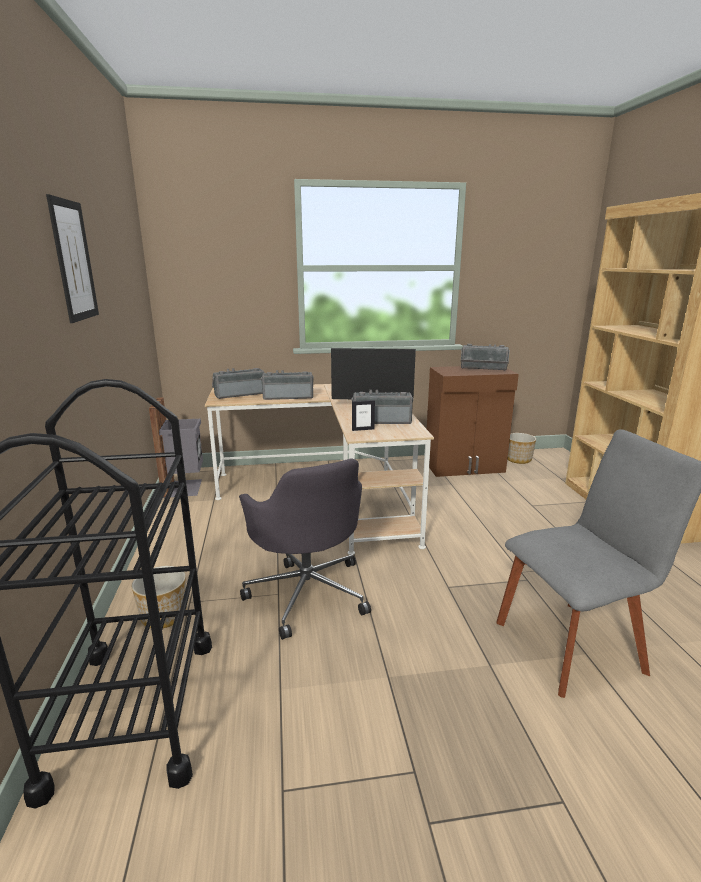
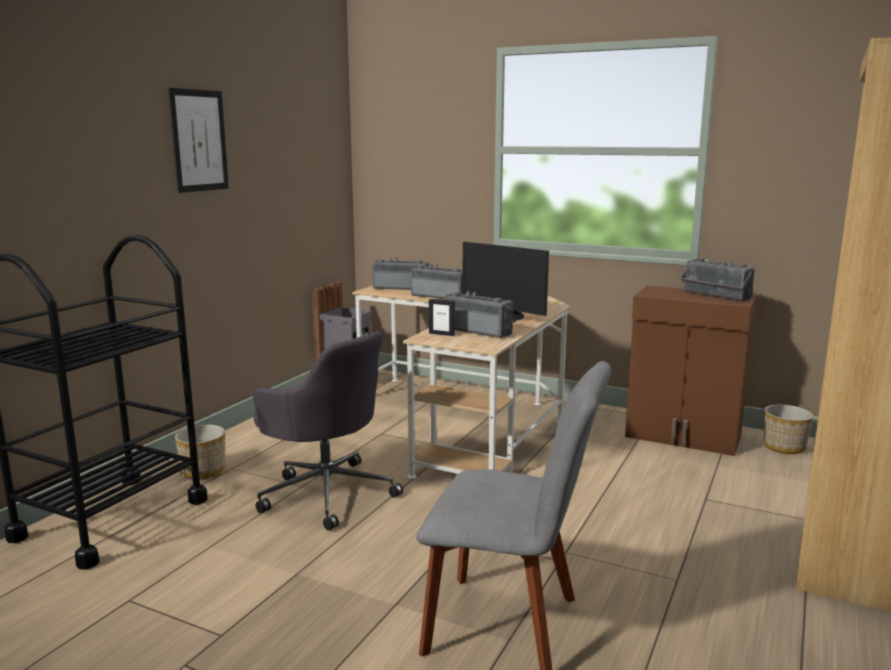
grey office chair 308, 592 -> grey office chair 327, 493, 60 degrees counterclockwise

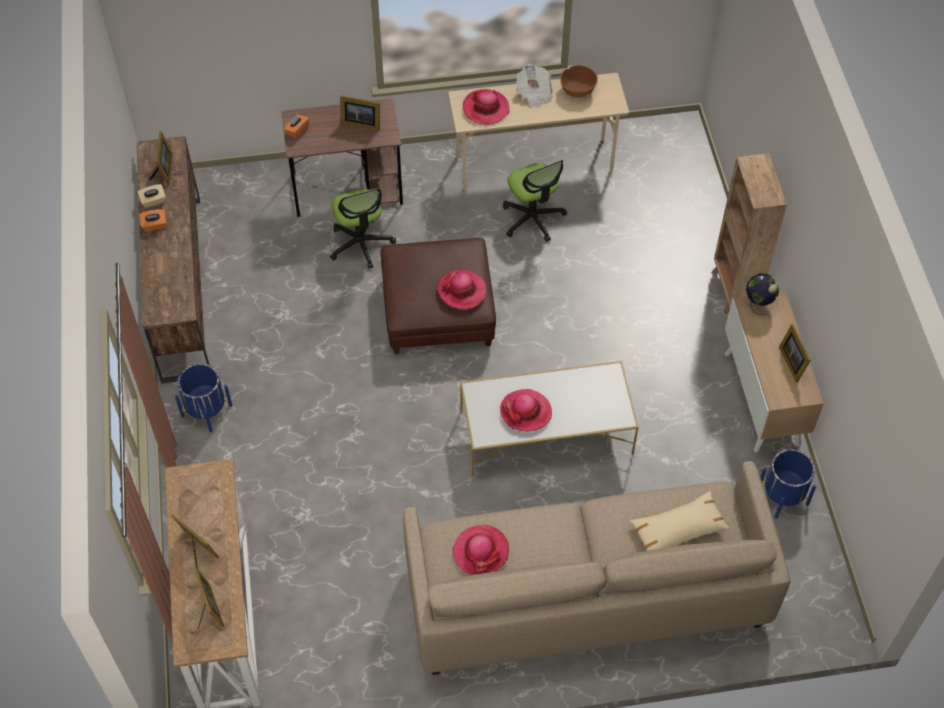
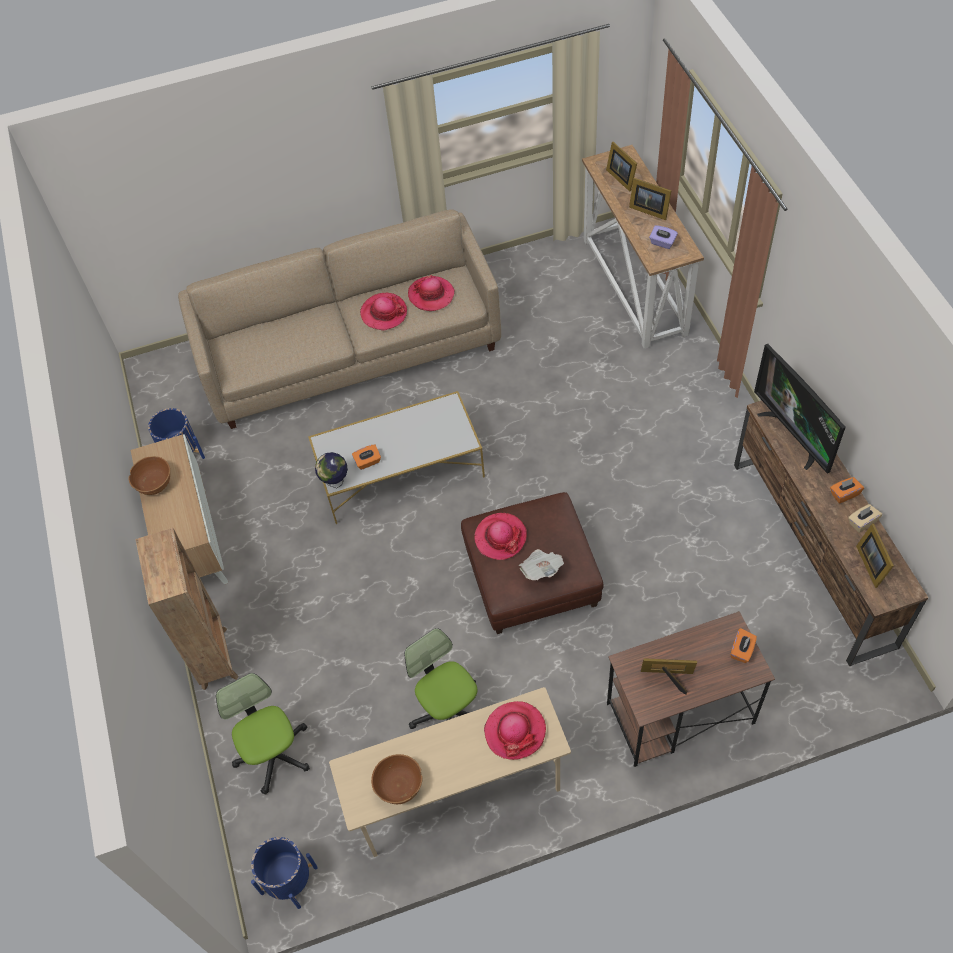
beige pillow 678, 529 -> none
none -> orange tissue box 368, 462
none -> purple tissue box 662, 243
none -> television 793, 435
blue planter 206, 410 -> blue planter 289, 880, moved
office chair 361, 244 -> office chair 274, 754, moved
hat 525, 412 -> hat 384, 313, moved
newspaper 534, 94 -> newspaper 541, 569, moved
globe 758, 304 -> globe 335, 482, moved
picture frame 793, 362 -> brown bowl 154, 484

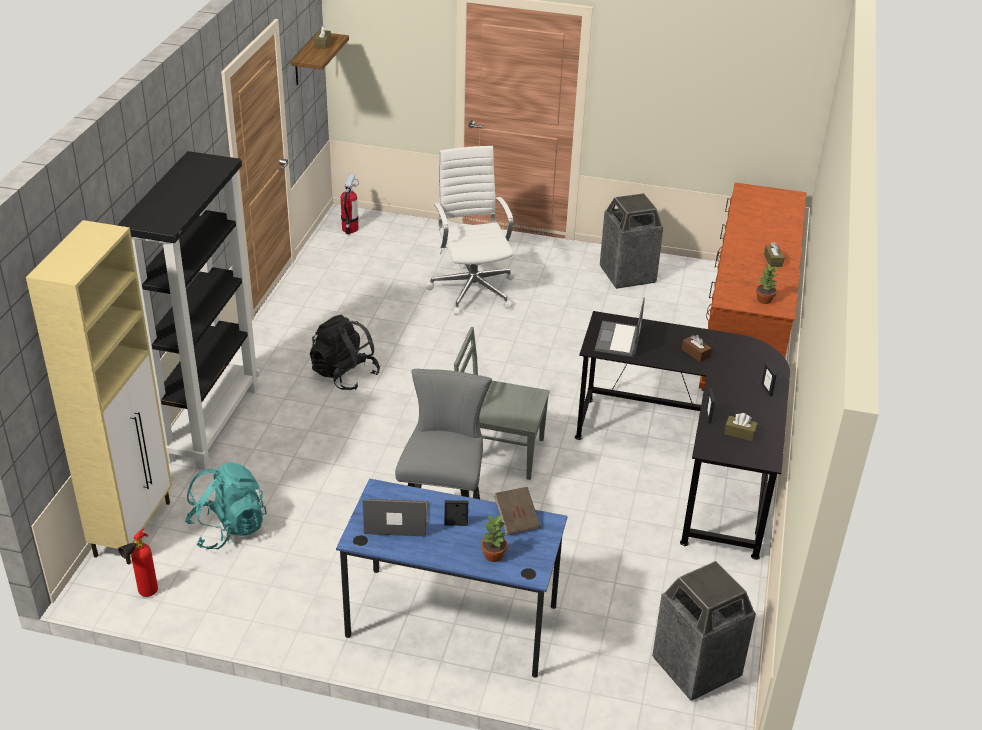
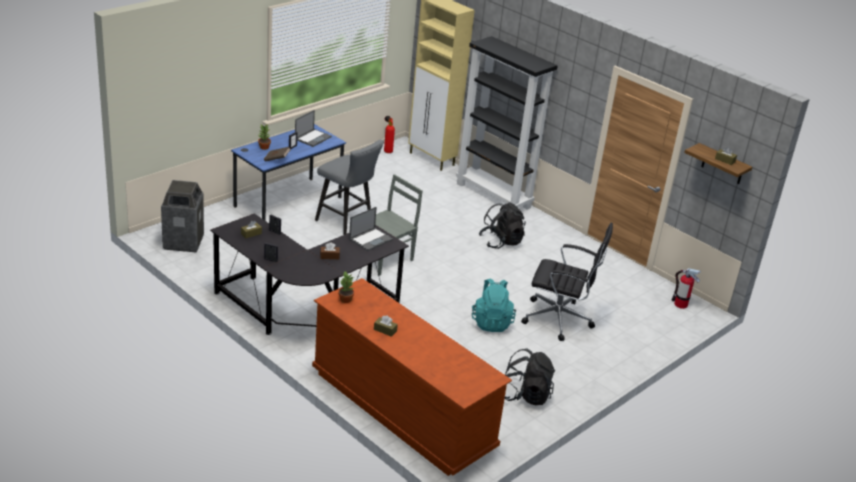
turquoise backpack 228, 528 -> turquoise backpack 491, 322, moved
trash can 627, 275 -> black backpack 525, 395
white office chair 472, 289 -> black office chair 559, 319
laptop 618, 340 -> laptop 371, 239, 90 degrees clockwise

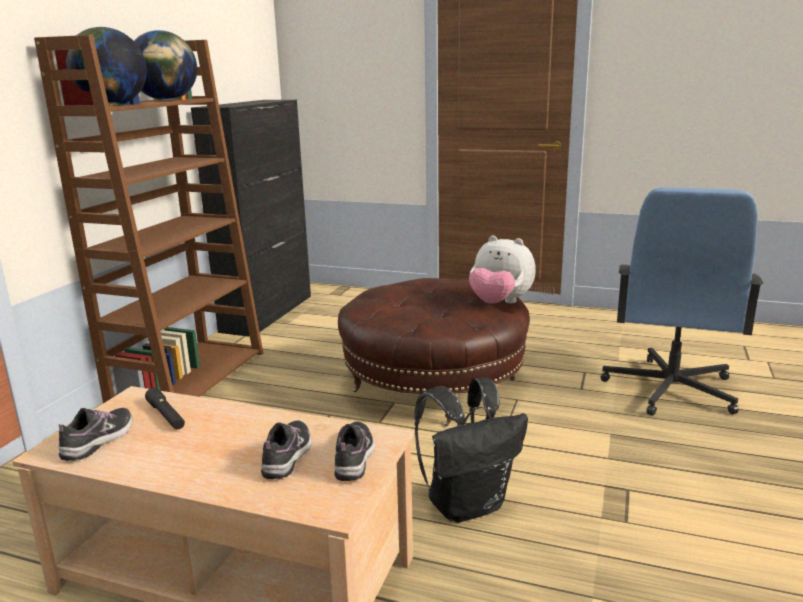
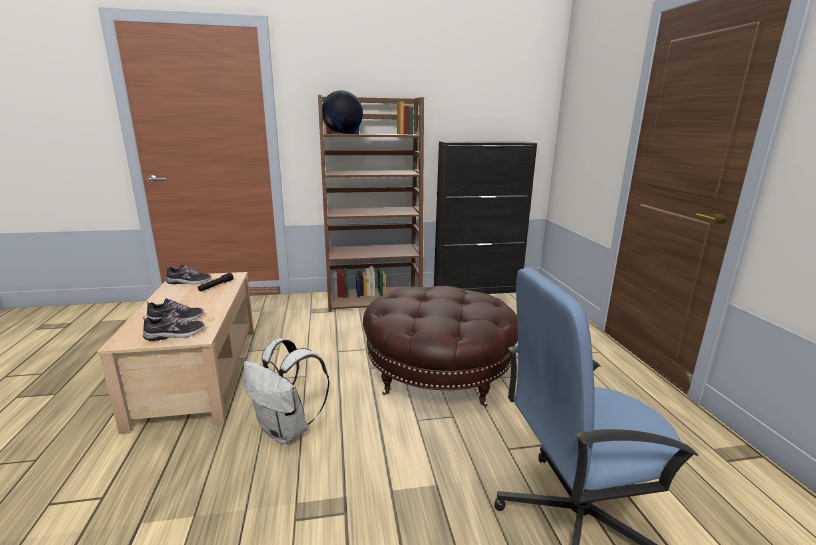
globe 167, 100 -> none
plush toy 500, 303 -> none
black backpack 467, 504 -> white backpack 287, 430

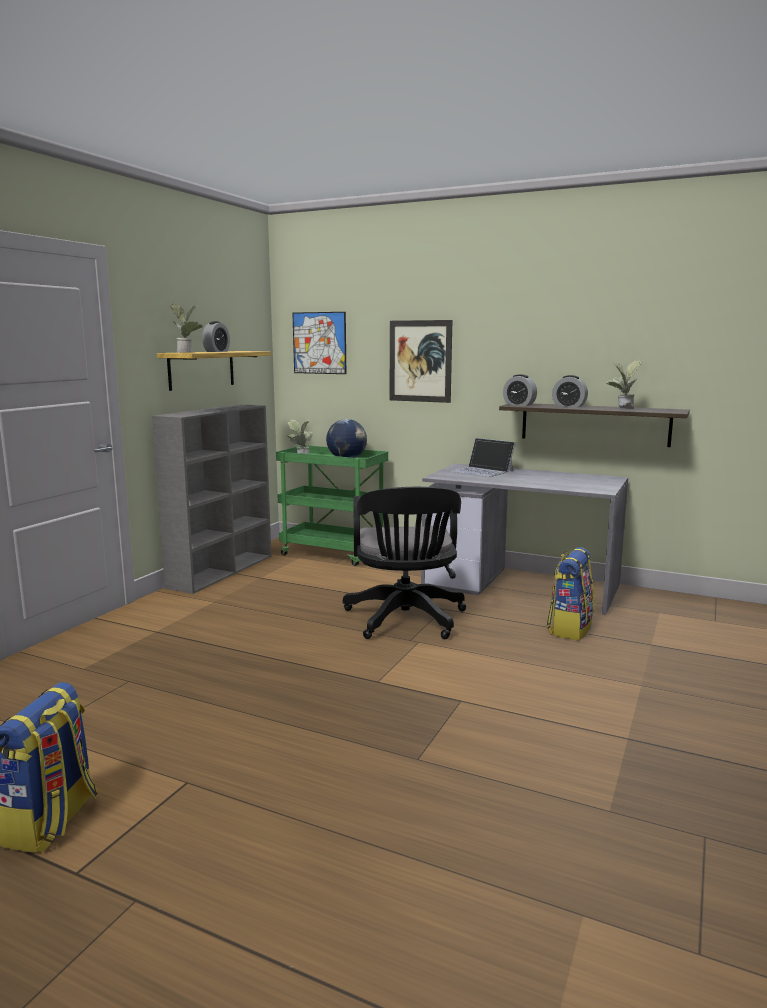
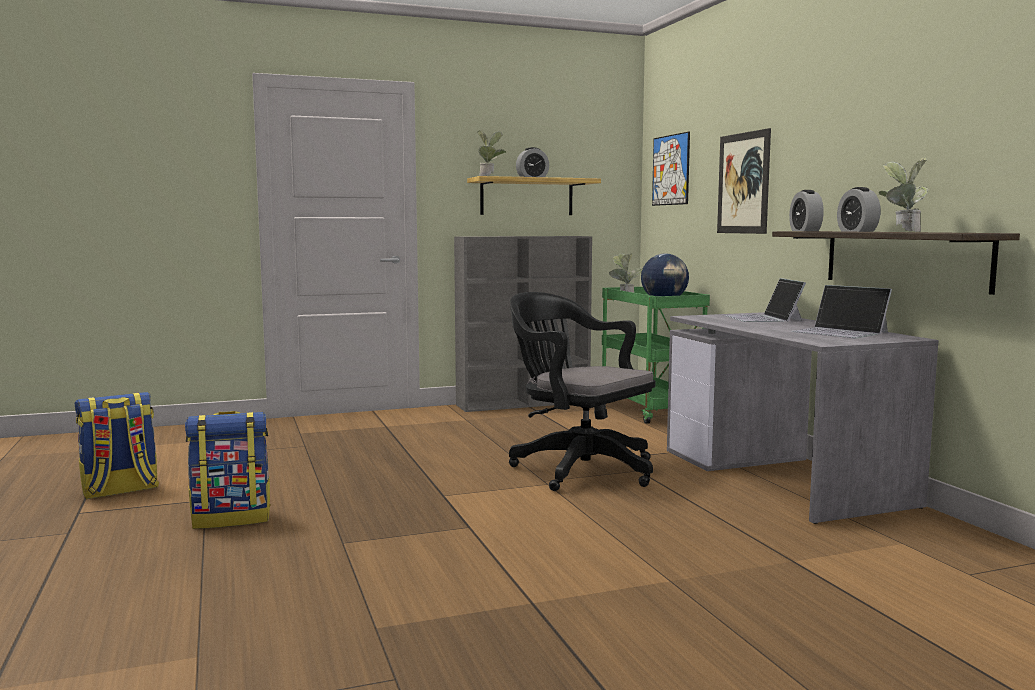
none -> laptop 840, 332
backpack 569, 628 -> backpack 232, 518, moved
black office chair 406, 621 -> black office chair 578, 468, 90 degrees clockwise

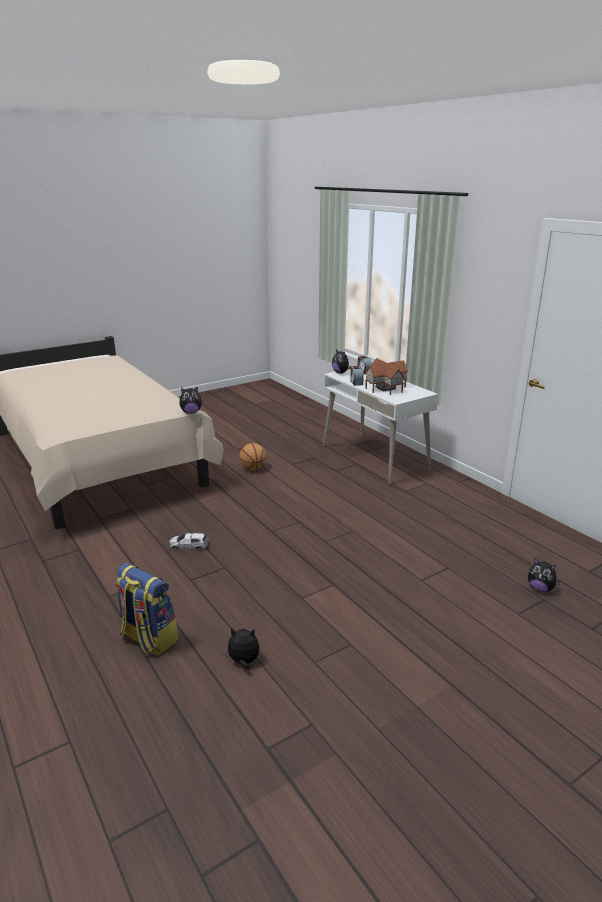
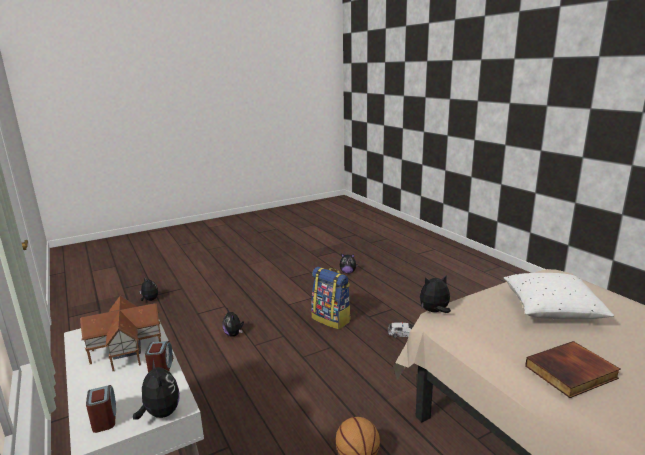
none -> plush toy 234, 334
none -> white pillow 551, 310
none -> book 571, 373
backpack 148, 638 -> backpack 332, 319, moved

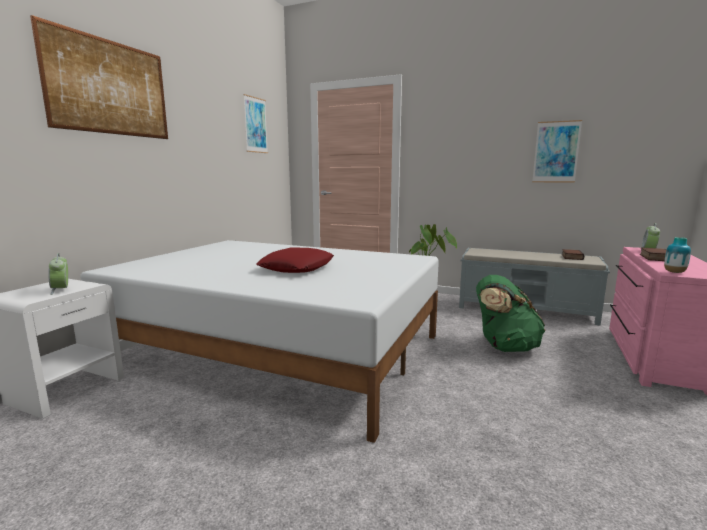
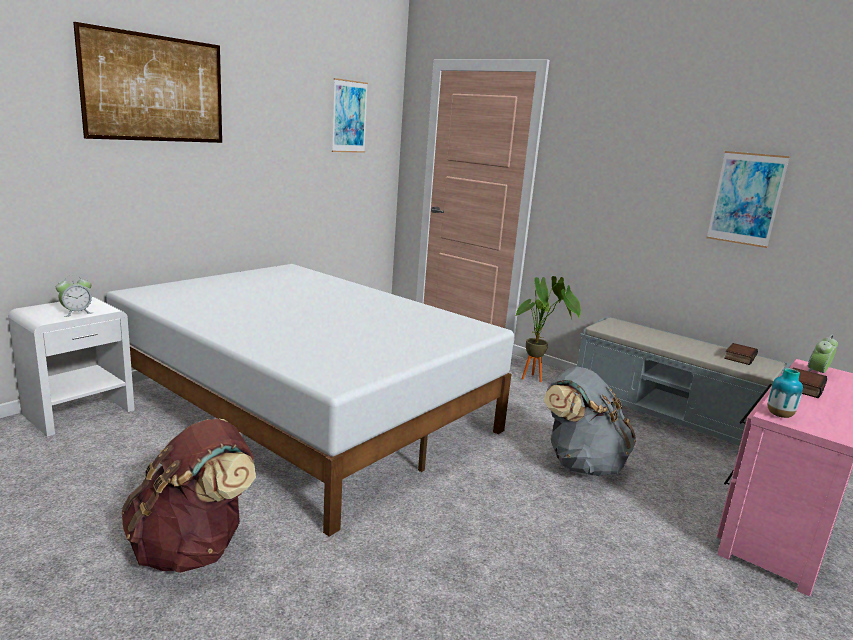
red pillow 297, 267 -> none
none -> brown backpack 193, 548
green backpack 504, 346 -> grey backpack 581, 463
alarm clock 61, 290 -> alarm clock 76, 313, 120 degrees counterclockwise

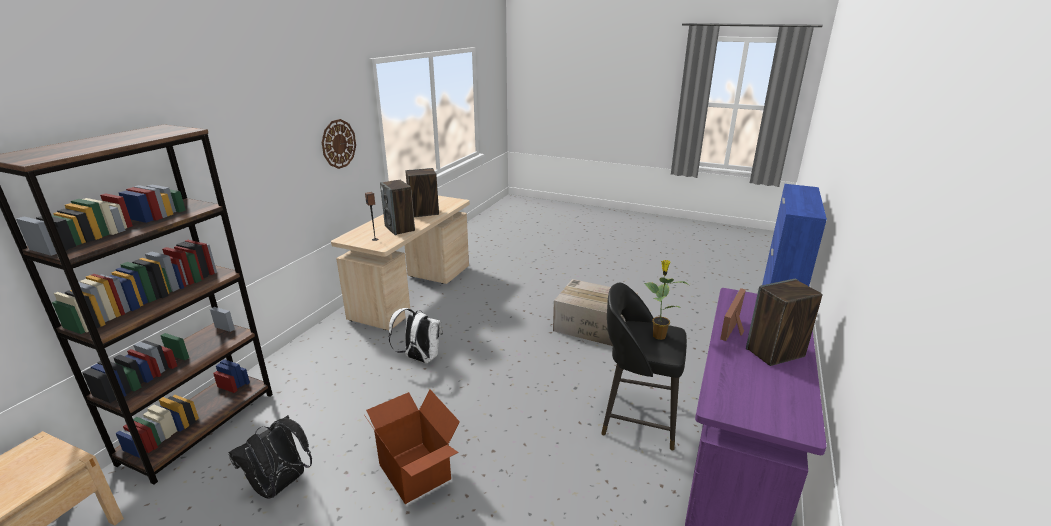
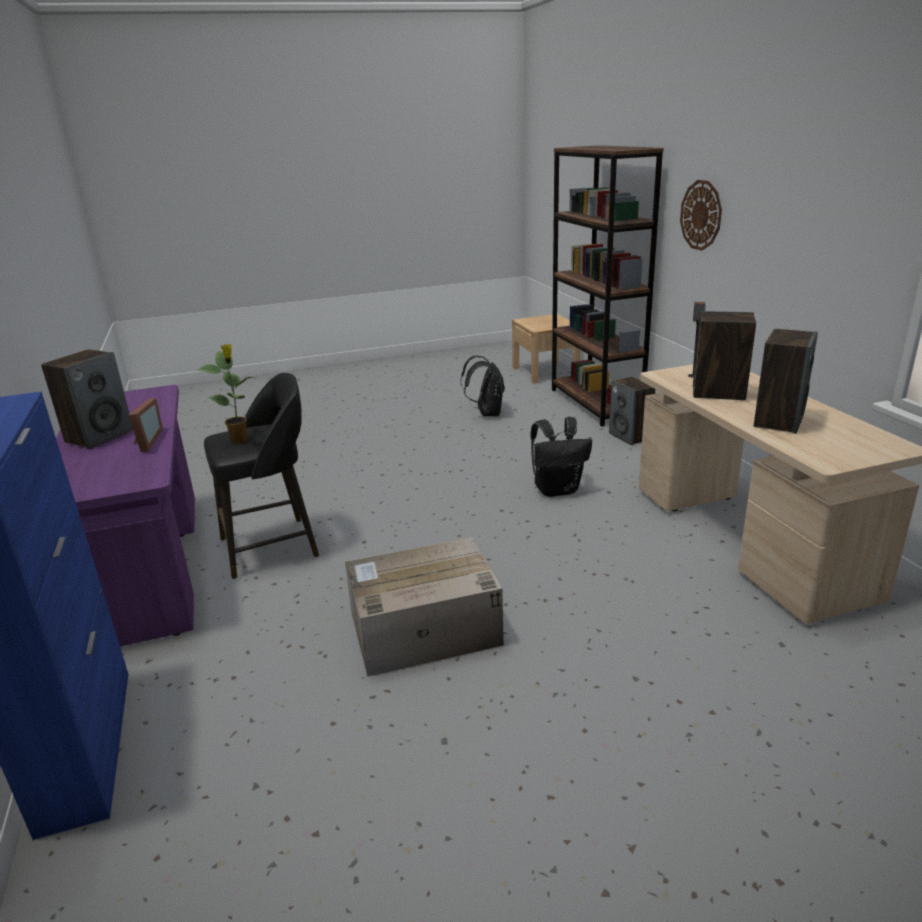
cardboard box 416, 471 -> none
none -> speaker 630, 436
wall clock 338, 144 -> wall clock 701, 215, moved
white backpack 419, 358 -> black backpack 557, 490

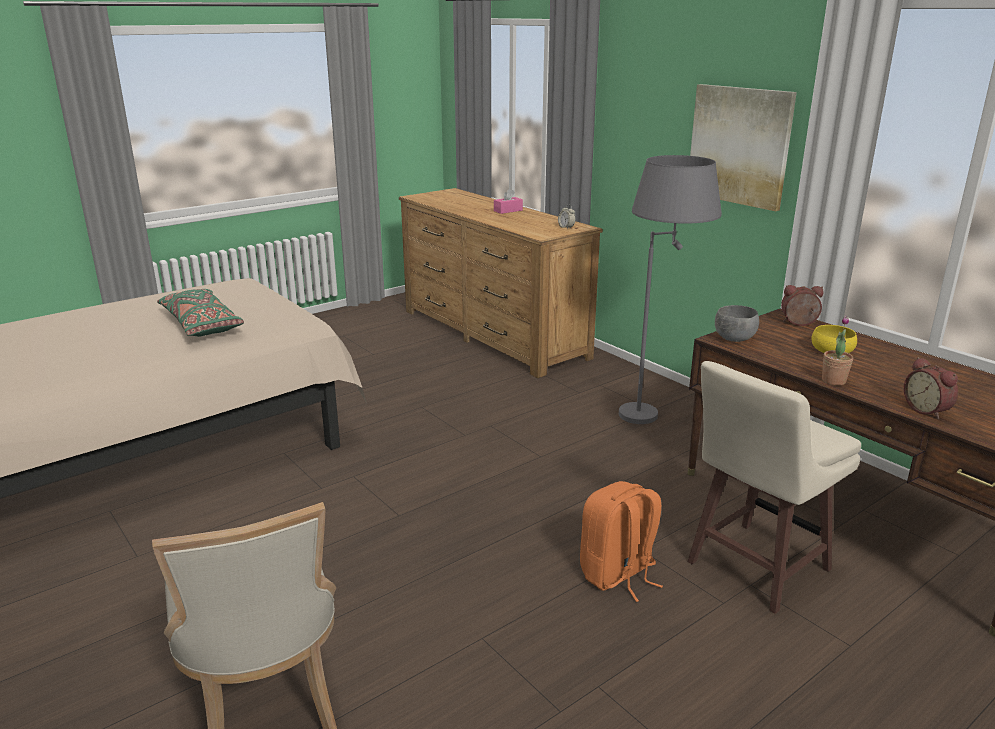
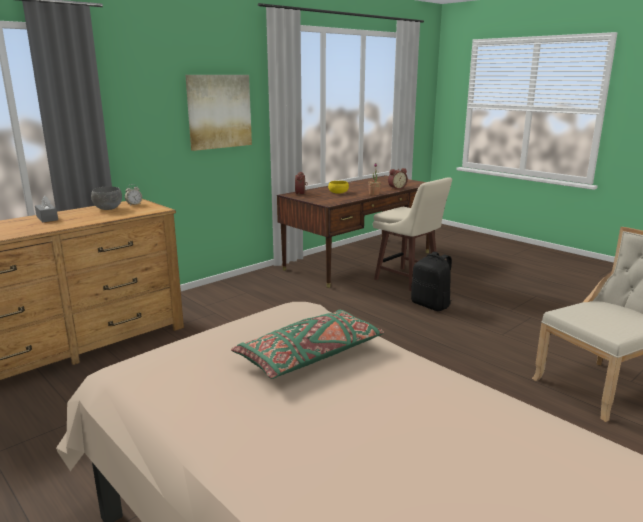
grey floor lamp 657, 412 -> none
grey bowl 734, 339 -> grey bowl 109, 209, moved
pink tissue box 508, 210 -> grey tissue box 47, 218
orange backpack 618, 575 -> black backpack 431, 305

